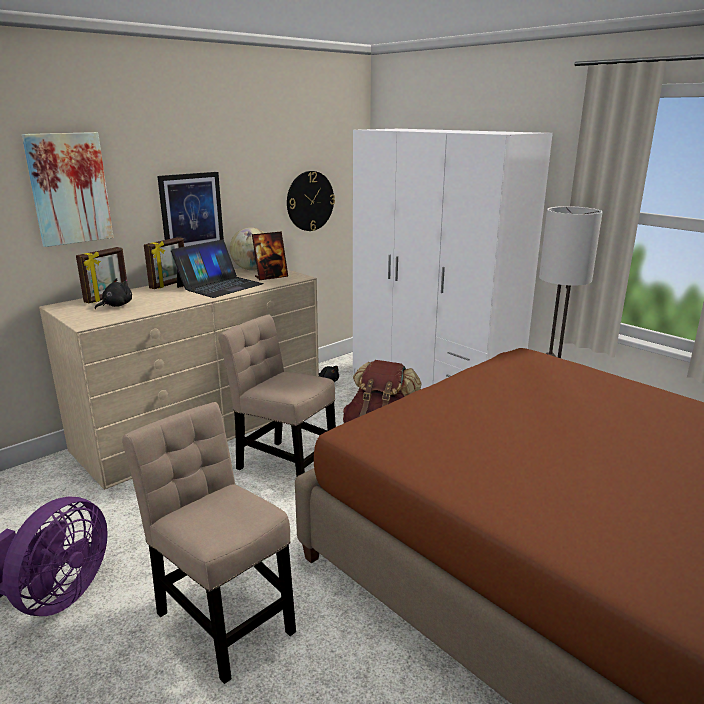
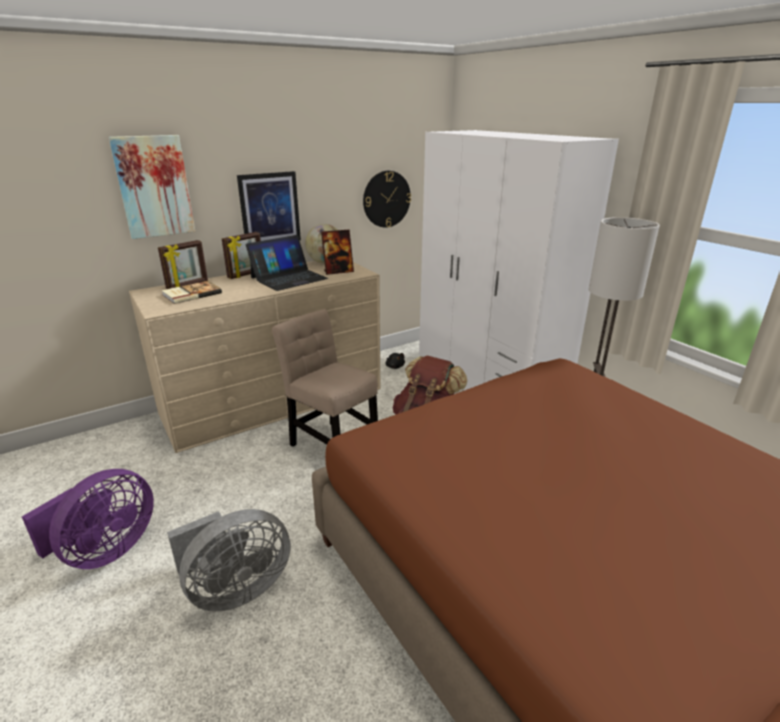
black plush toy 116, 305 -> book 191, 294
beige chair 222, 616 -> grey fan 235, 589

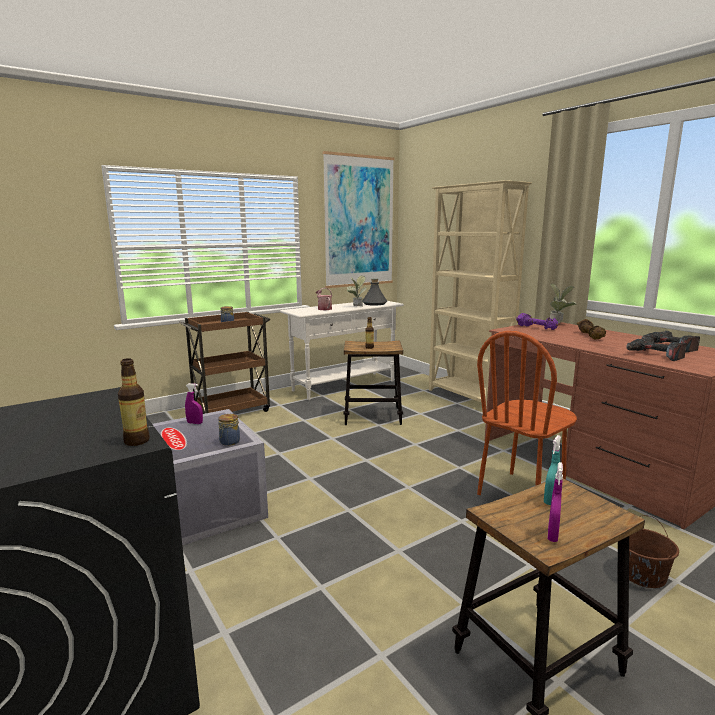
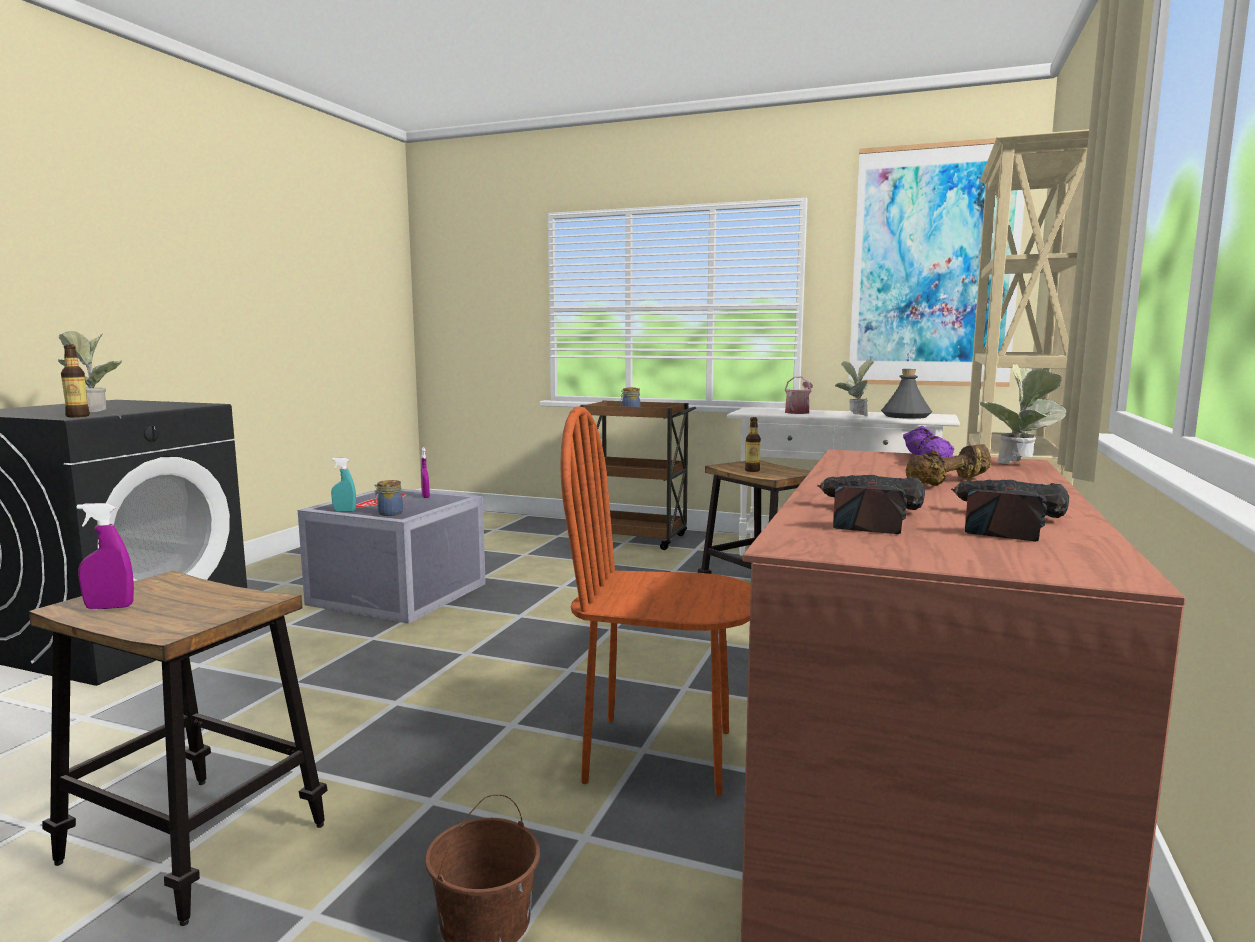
none -> potted plant 96, 411
turquoise spray bottle 550, 500 -> turquoise spray bottle 344, 511, moved

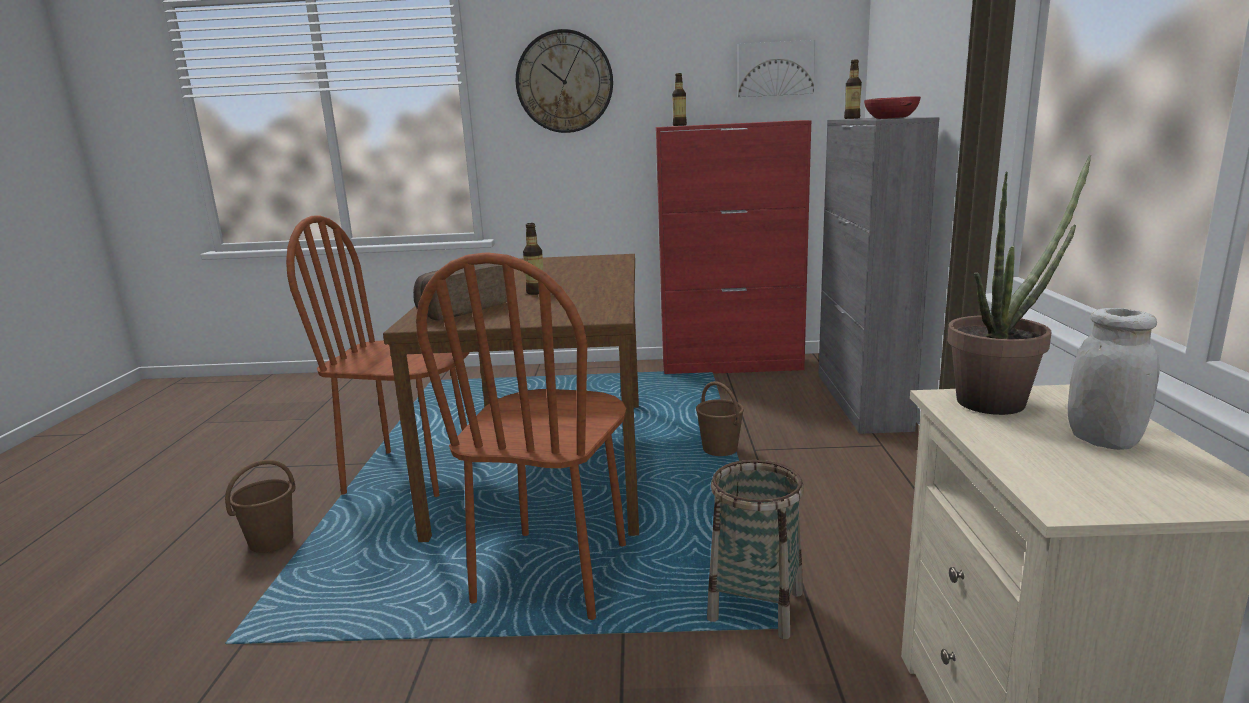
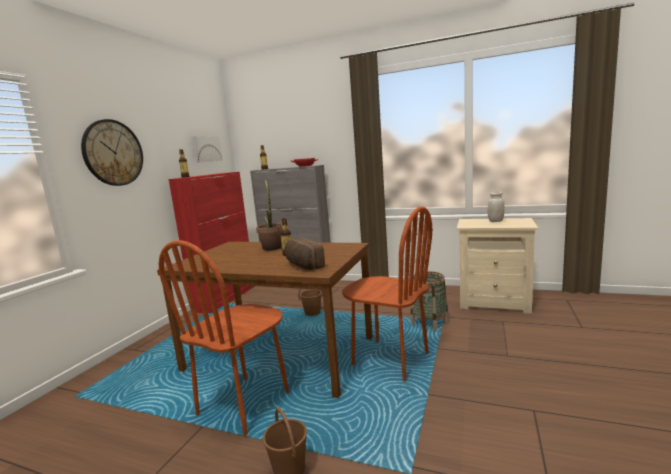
potted plant 1000, 400 -> potted plant 272, 247, moved

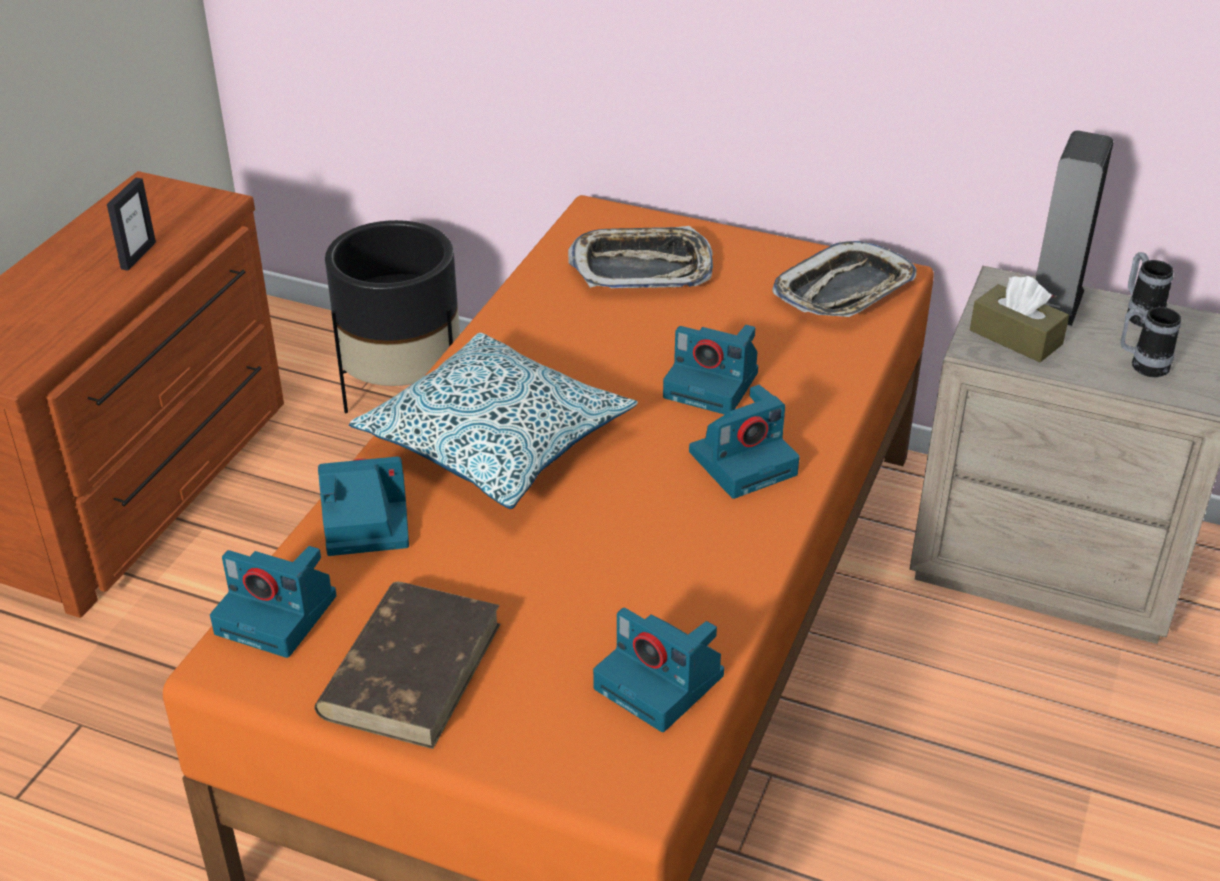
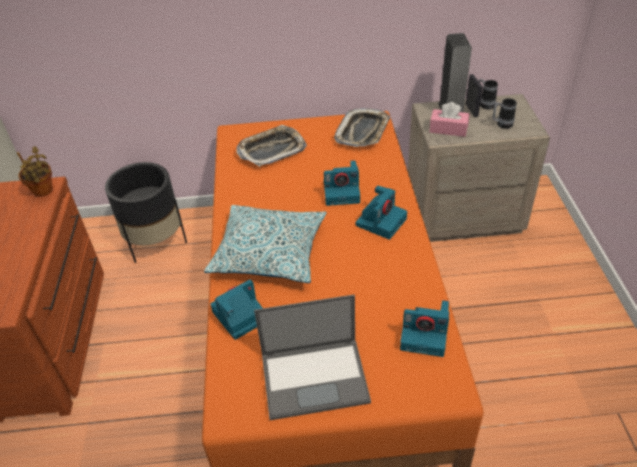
photo camera 279, 614 -> none
none -> potted plant 44, 192
picture frame 138, 255 -> picture frame 471, 110, moved
brown book 412, 668 -> laptop 315, 377
brown tissue box 1015, 337 -> pink tissue box 448, 129

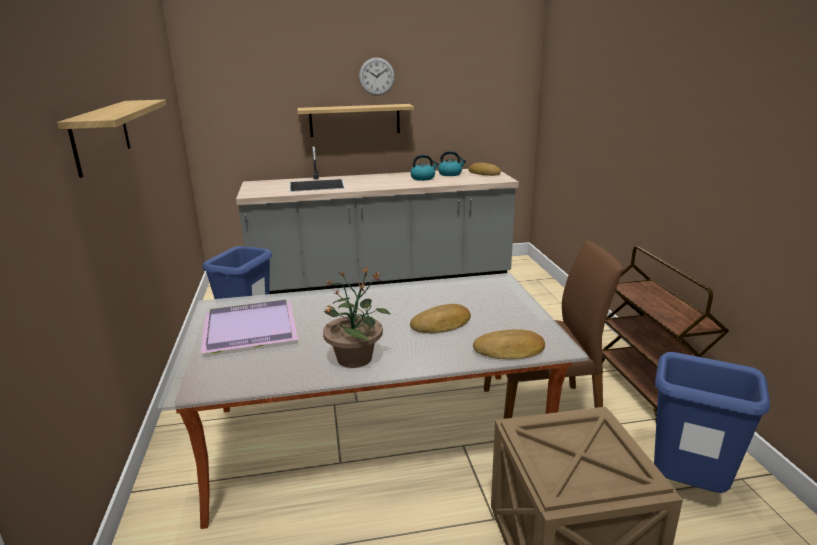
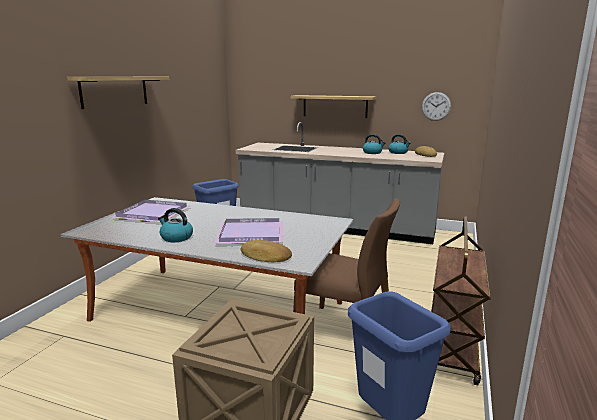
wall clock 376, 76 -> wall clock 436, 106, moved
potted plant 355, 358 -> kettle 176, 237
bread 442, 325 -> purple tray 252, 234

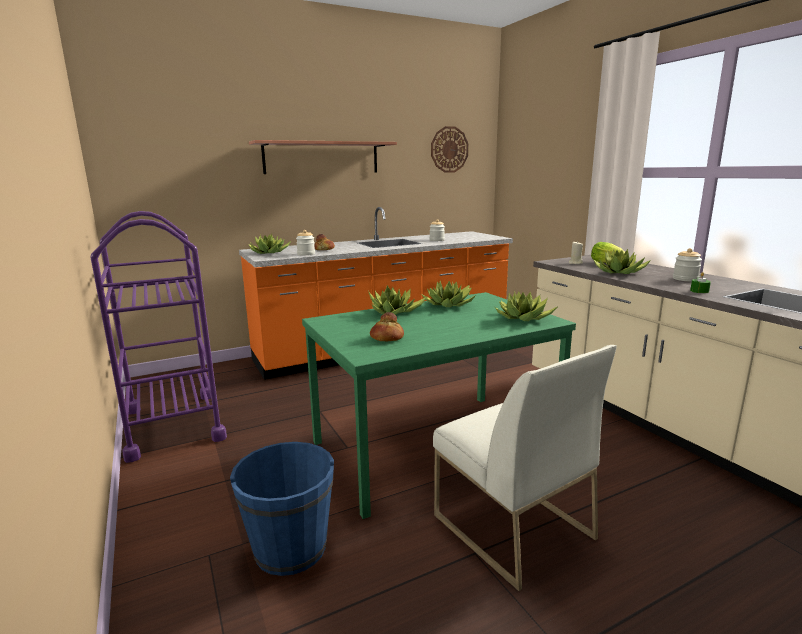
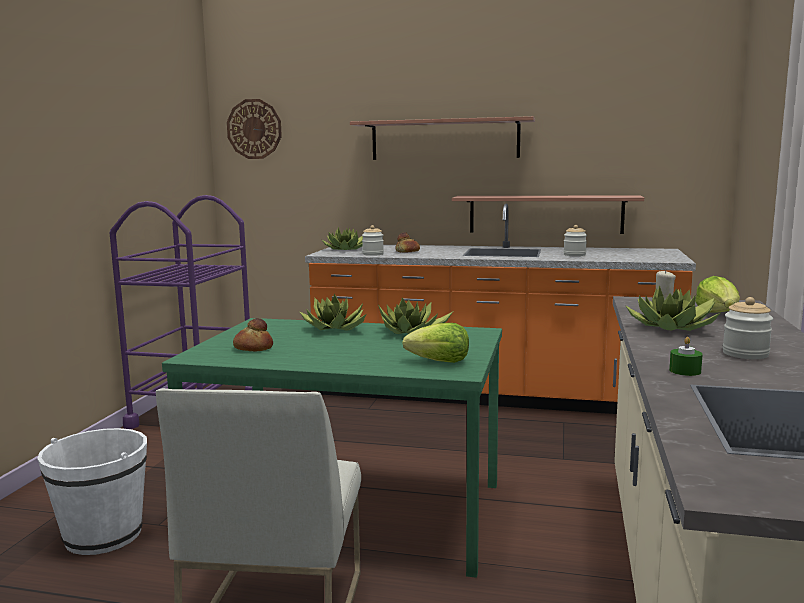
none -> shelf 545, 214
wall clock 449, 149 -> wall clock 254, 129, moved
potted plant 524, 318 -> lettuce 440, 362
blue bucket 290, 548 -> white bucket 103, 535

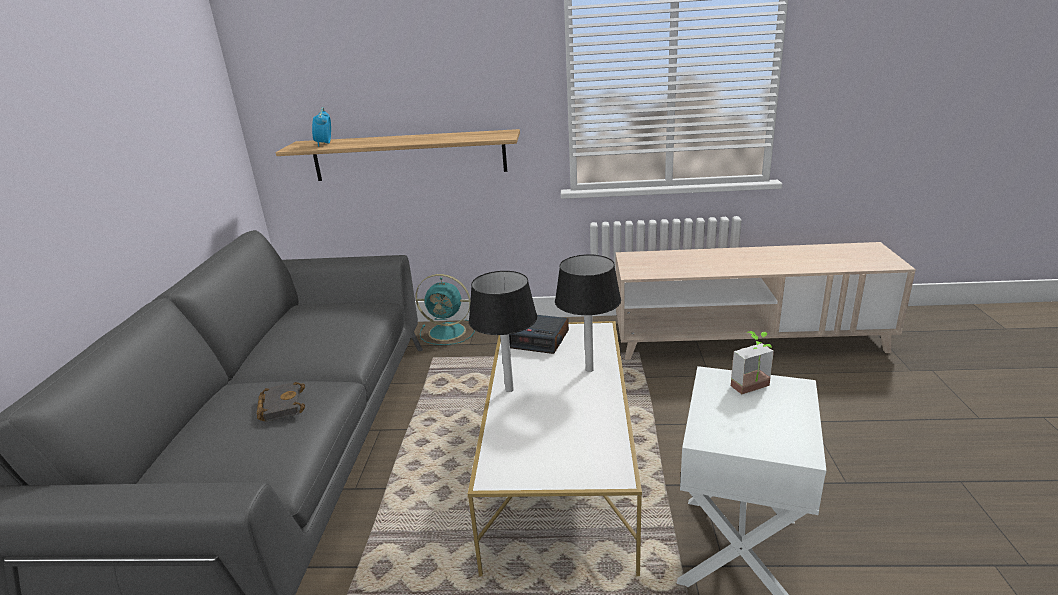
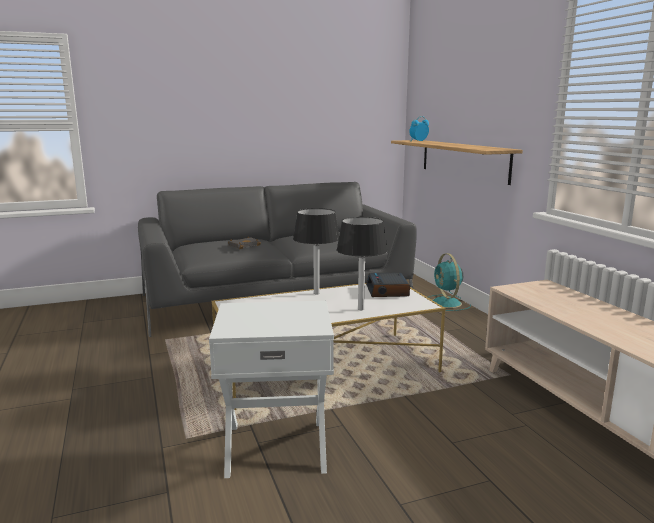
potted plant 754, 389 -> none

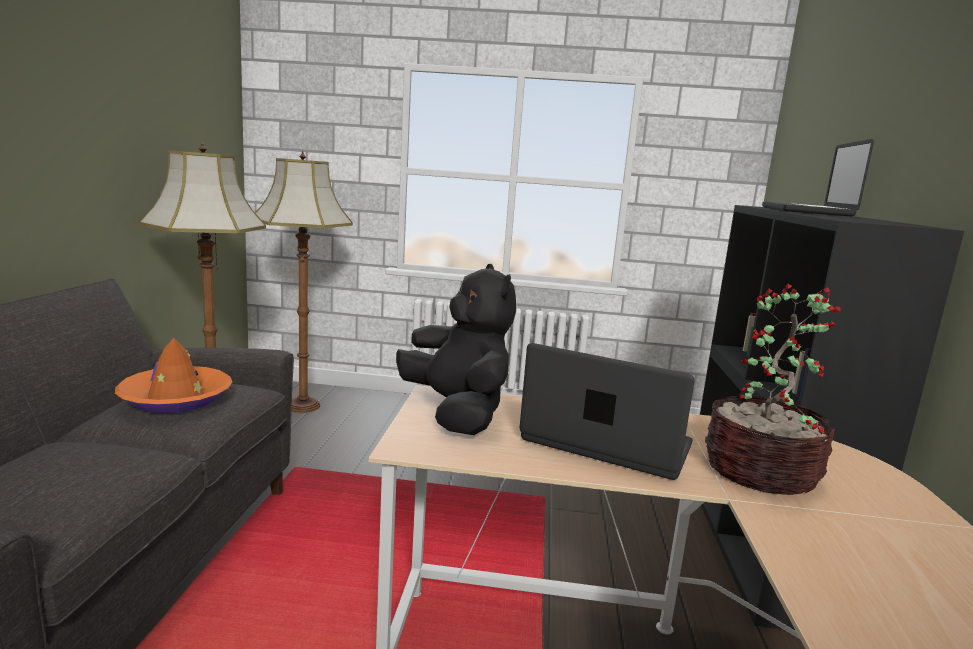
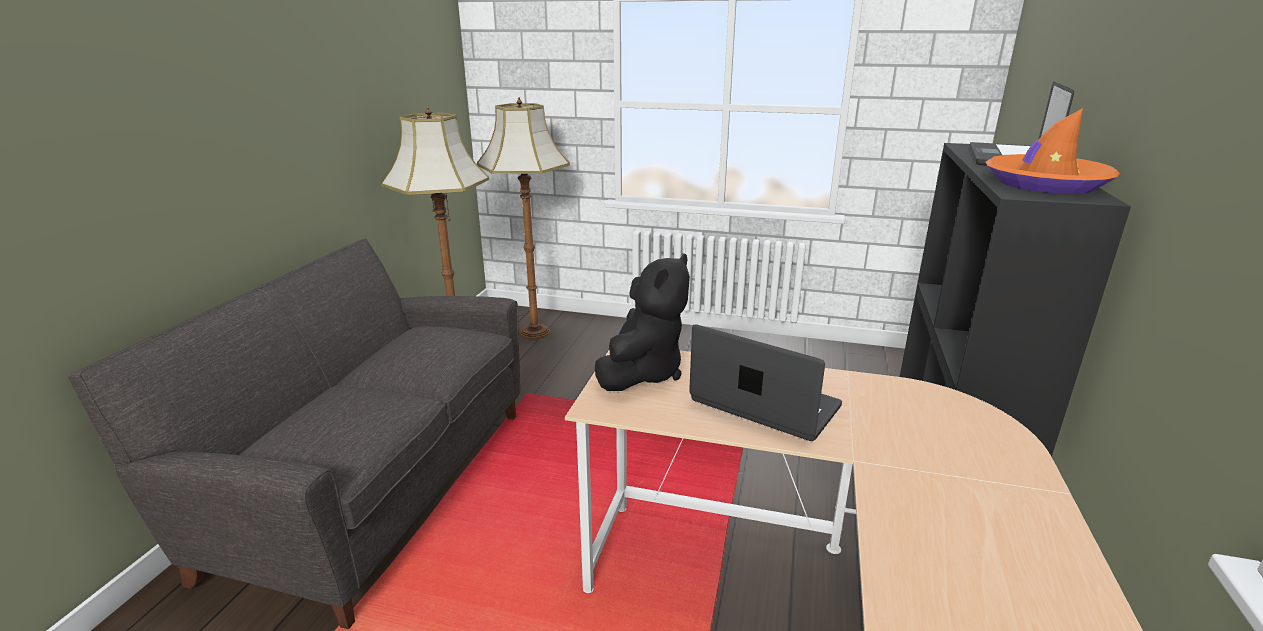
potted plant 761, 473 -> none
orange hat 176, 398 -> orange hat 1045, 184, moved
black plush toy 457, 413 -> black plush toy 643, 373, 45 degrees clockwise

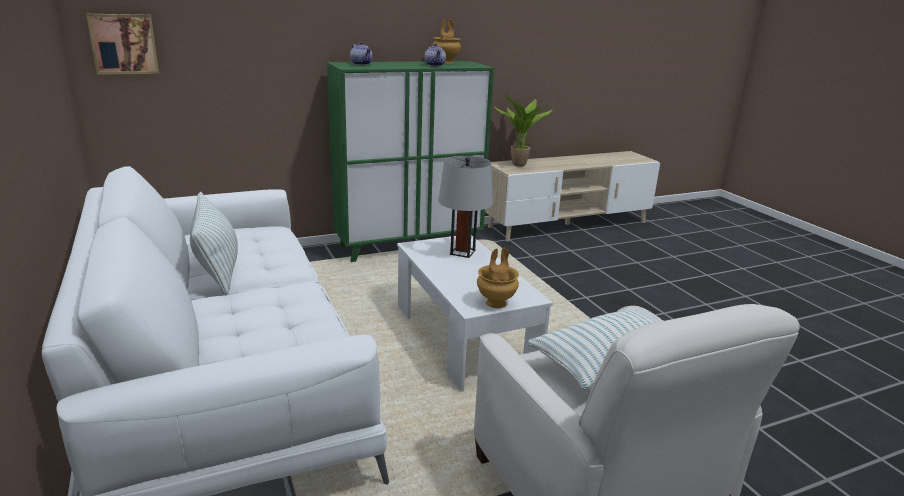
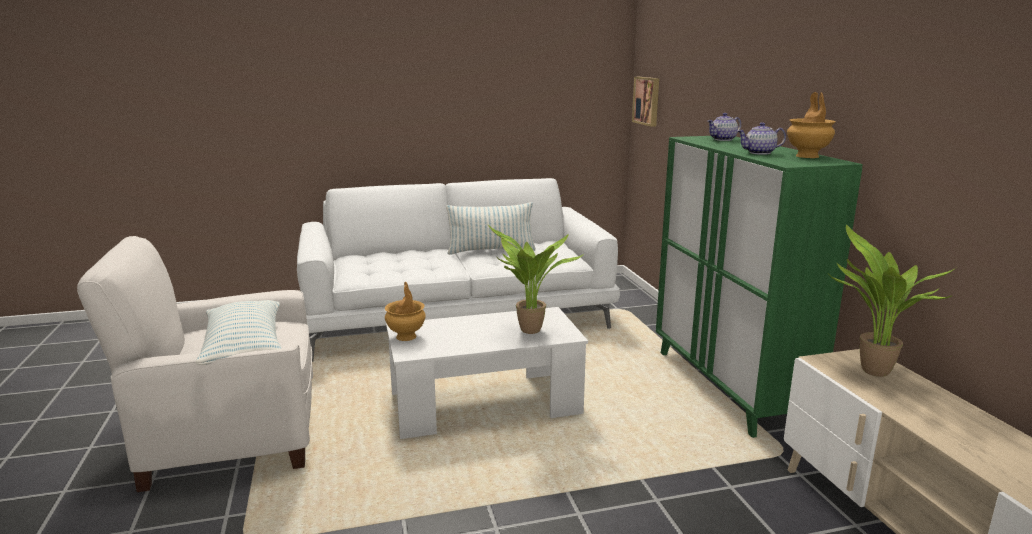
grey table lamp 462, 252 -> potted plant 530, 332

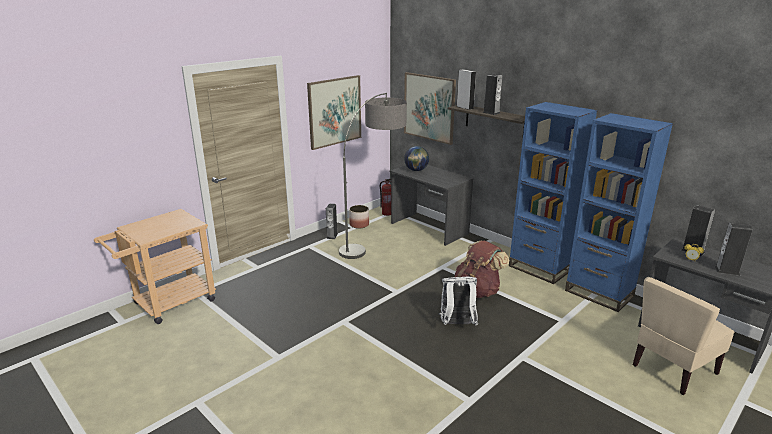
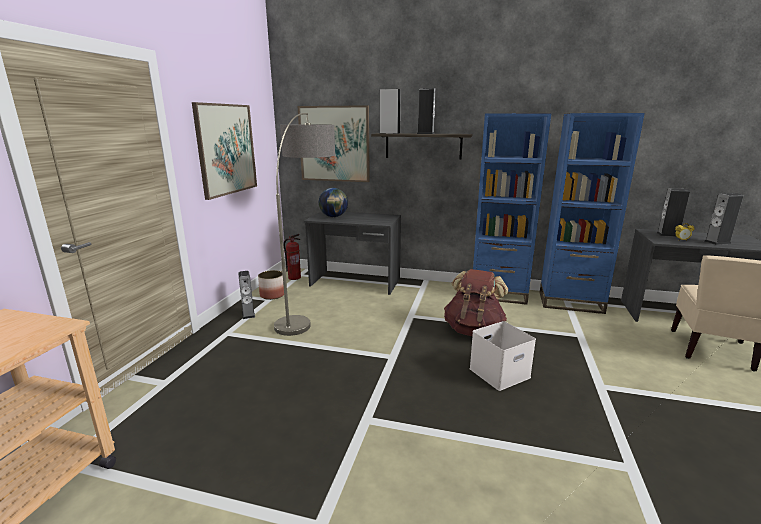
white backpack 457, 325 -> white storage box 499, 374

